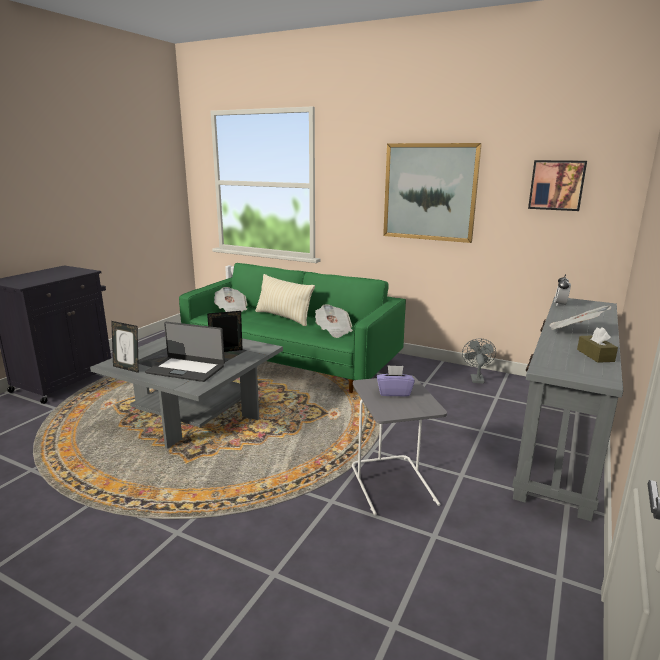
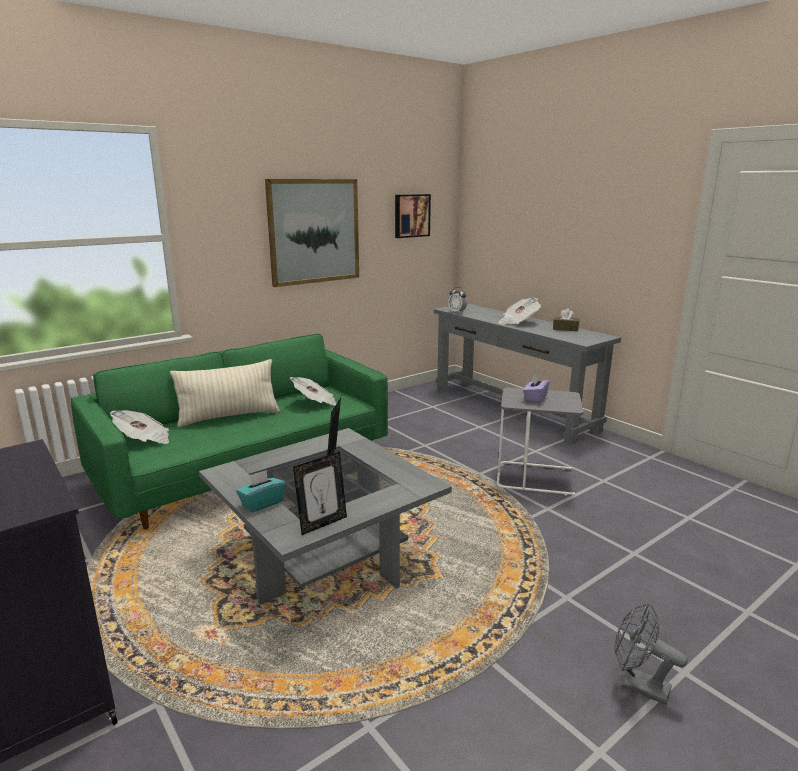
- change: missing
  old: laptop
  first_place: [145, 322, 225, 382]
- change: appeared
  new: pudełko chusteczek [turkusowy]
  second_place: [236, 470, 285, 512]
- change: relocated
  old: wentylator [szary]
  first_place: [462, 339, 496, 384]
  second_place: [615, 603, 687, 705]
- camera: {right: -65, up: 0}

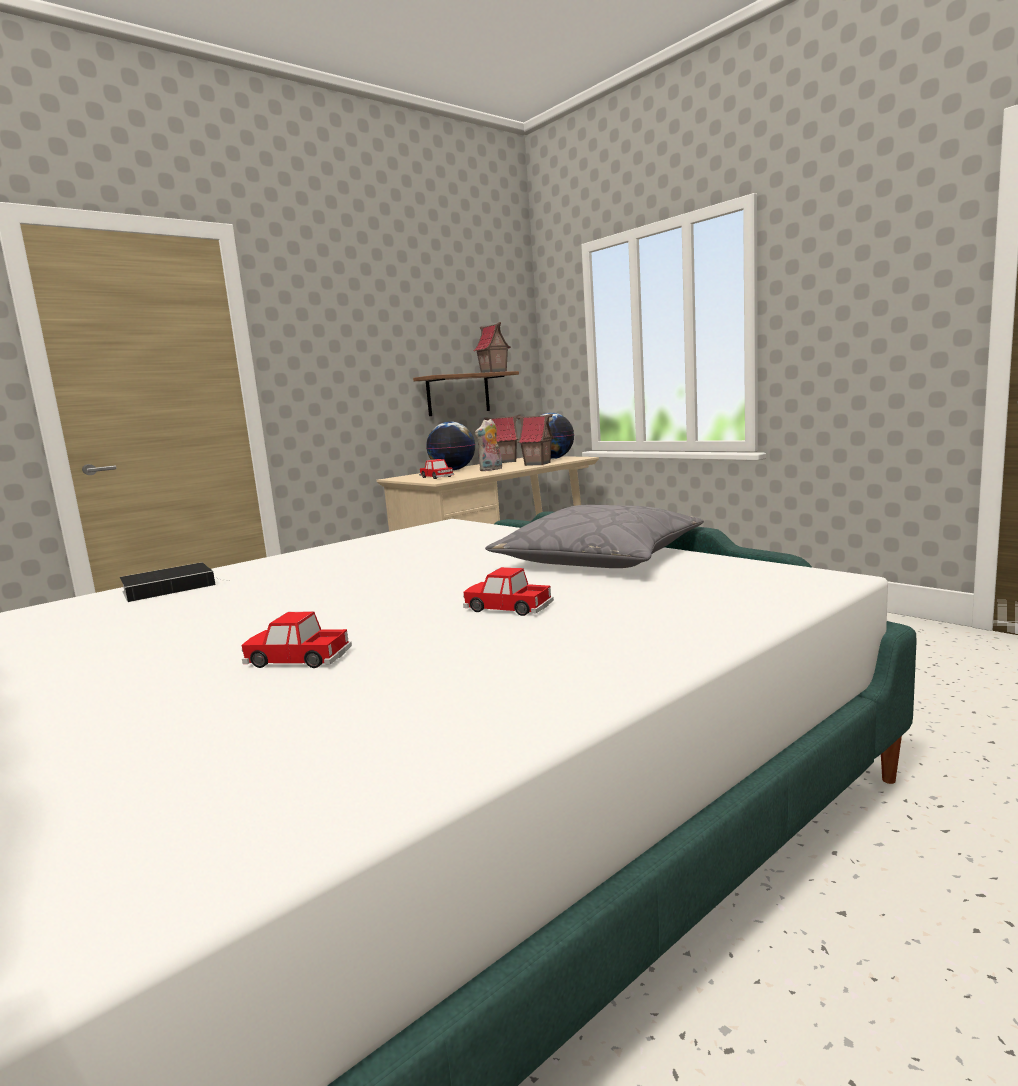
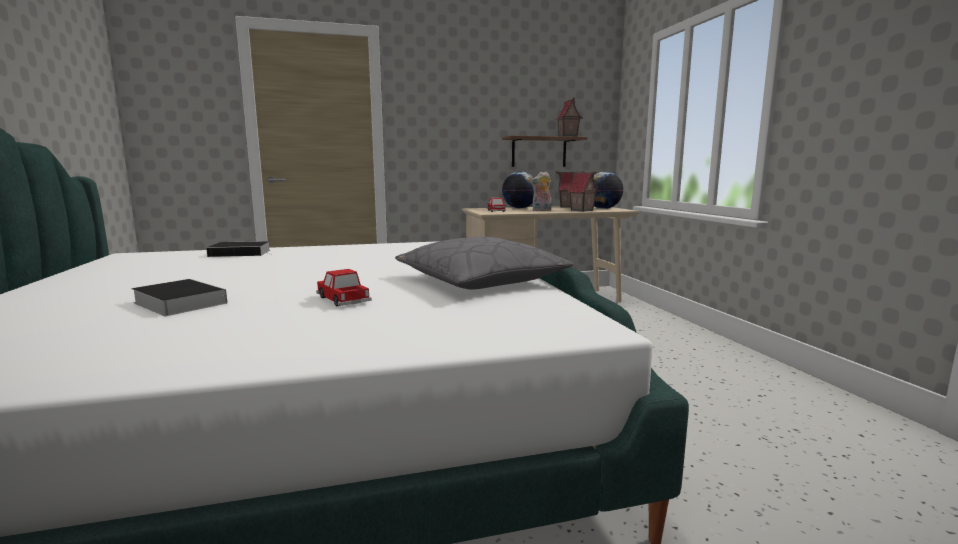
- change: exchanged
  old: samochodzik
  new: książka
  first_place: [242, 611, 352, 668]
  second_place: [131, 279, 227, 316]
- camera: {right: 25, up: 0}

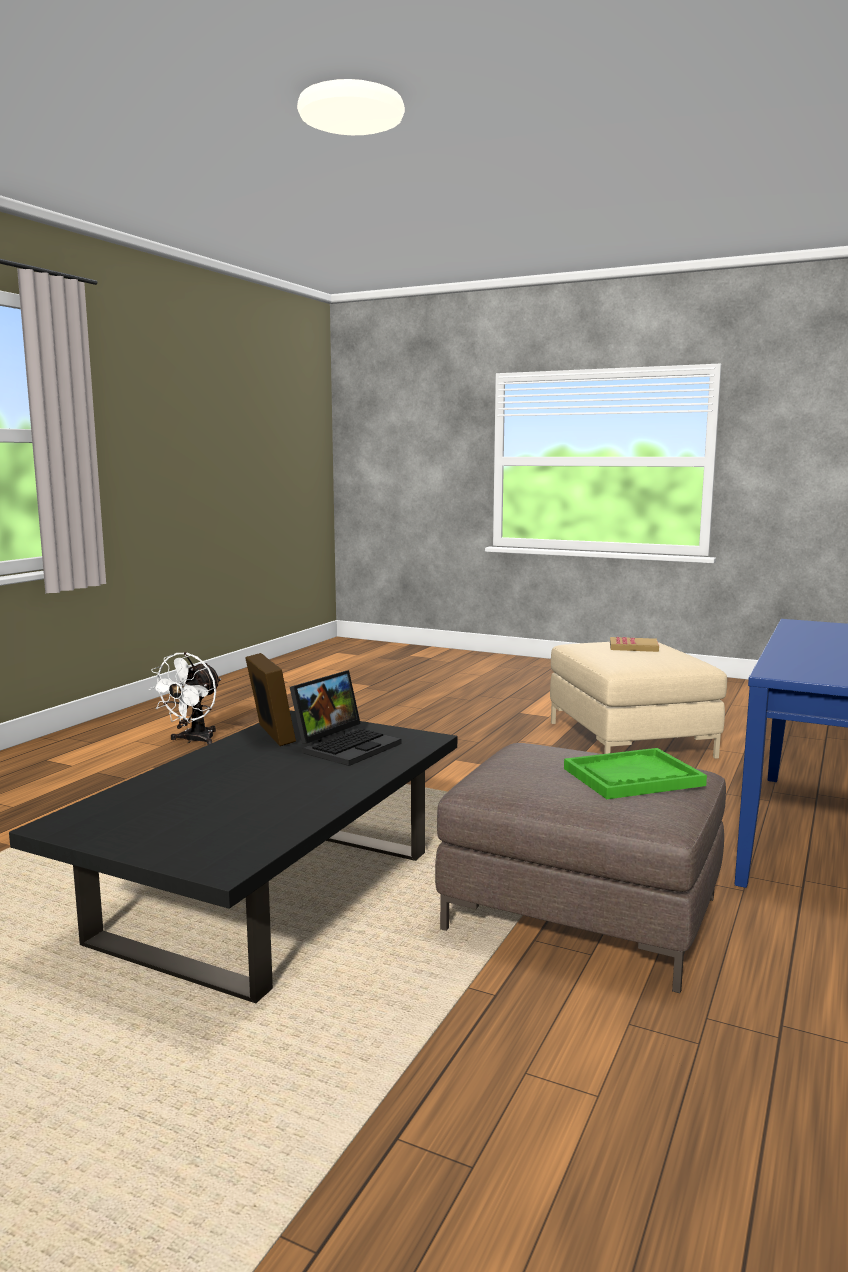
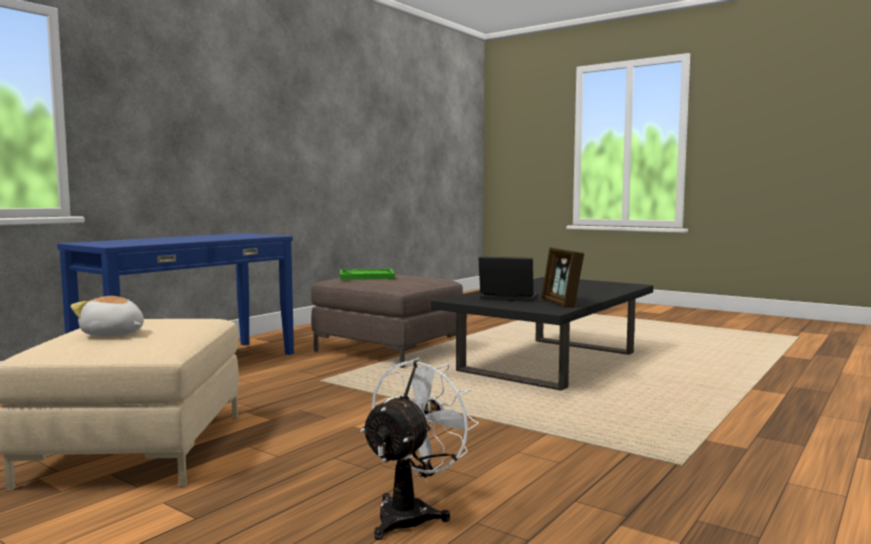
- change: relocated
  old: wentylator [biały]
  first_place: [148, 652, 221, 745]
  second_place: [360, 358, 479, 540]
- change: exchanged
  old: książka
  new: pluszak
  first_place: [610, 637, 659, 652]
  second_place: [70, 296, 144, 336]
- change: spun
  old: laptop
  first_place: [290, 670, 401, 766]
  second_place: [478, 256, 538, 302]
  degrees: 60
- camera: {right: -170, up: -5}

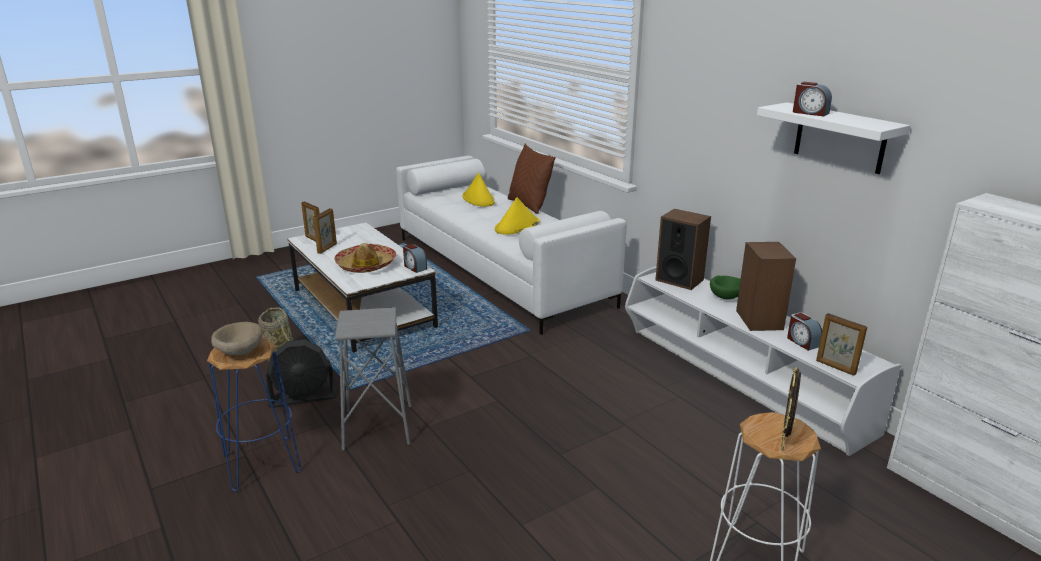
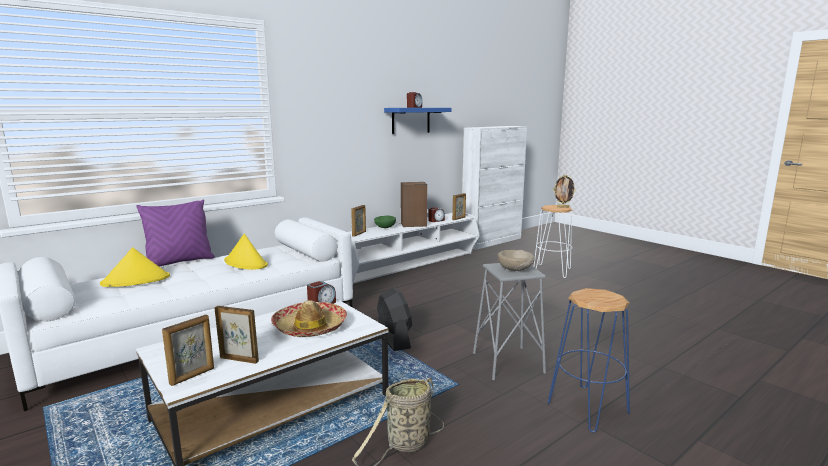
- change: relocated
  old: miska [beżowy]
  first_place: [211, 322, 263, 355]
  second_place: [497, 250, 535, 271]
- change: relocated
  old: wentylator [czarny]
  first_place: [266, 339, 337, 408]
  second_place: [377, 287, 412, 351]
- change: exchanged
  old: głośnik
  new: ramka na zdjęcie
  first_place: [655, 209, 711, 290]
  second_place: [351, 205, 366, 237]
- change: colour
  old: poduszka [brązowy]
  new: poduszka [fioletowy]
  first_place: [508, 144, 556, 214]
  second_place: [136, 199, 215, 267]
- change: colour
  old: półka [biały]
  new: półka [niebieski]
  first_place: [757, 102, 910, 174]
  second_place: [384, 108, 451, 134]
- camera: {right: -95, up: -10}

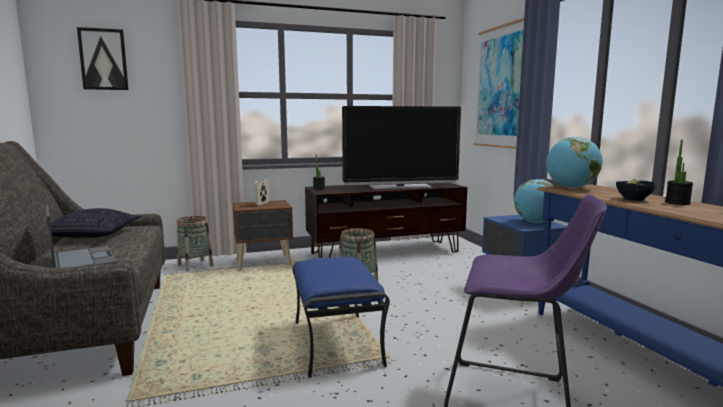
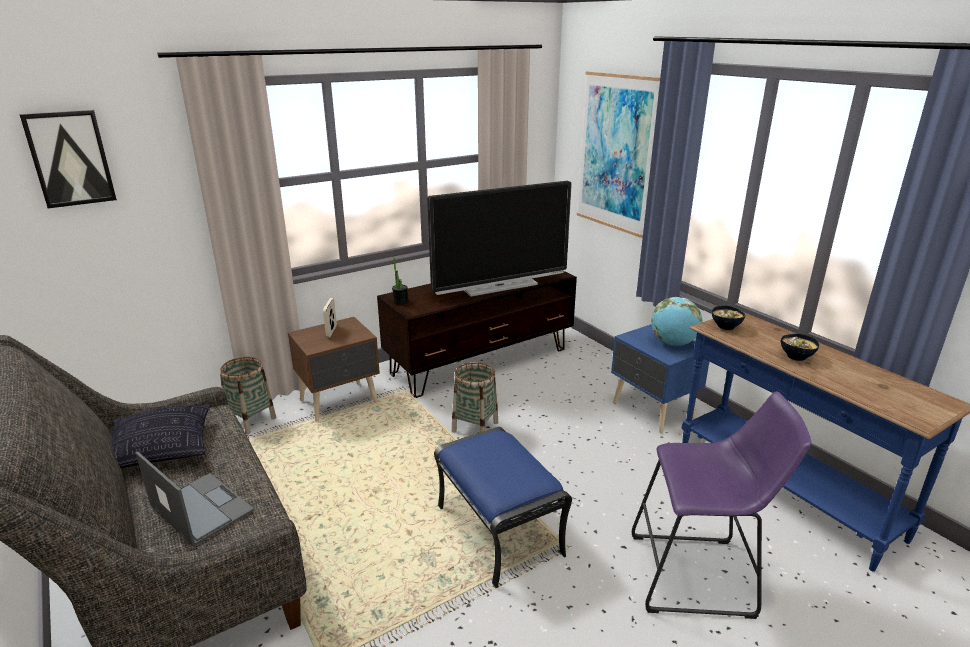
- change: missing
  old: roślina doniczkowa
  first_place: [665, 140, 693, 205]
- change: exchanged
  old: globus
  new: miska
  first_place: [546, 137, 602, 189]
  second_place: [712, 305, 746, 330]
- camera: {right: -15, up: 15}

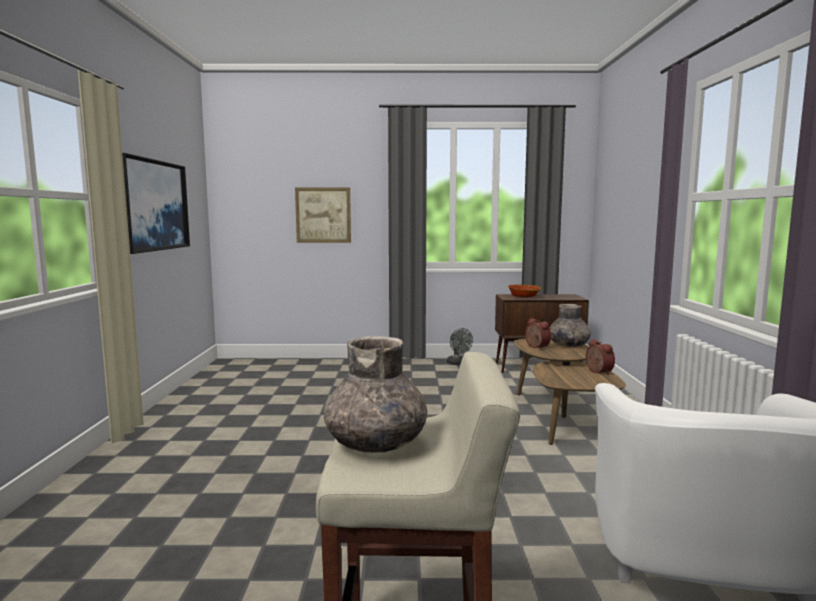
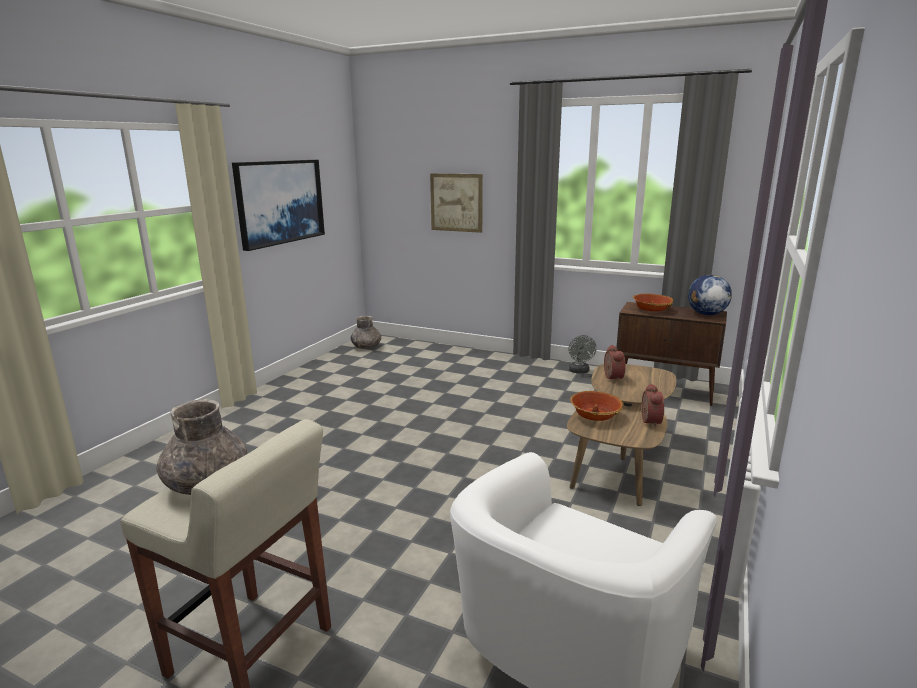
- change: appeared
  new: miska
  second_place: [570, 391, 623, 421]
- change: appeared
  new: globus
  second_place: [688, 275, 732, 315]
- change: relocated
  old: wazon [szary]
  first_place: [550, 304, 591, 347]
  second_place: [350, 316, 381, 349]
- camera: {right: 25, up: 10}

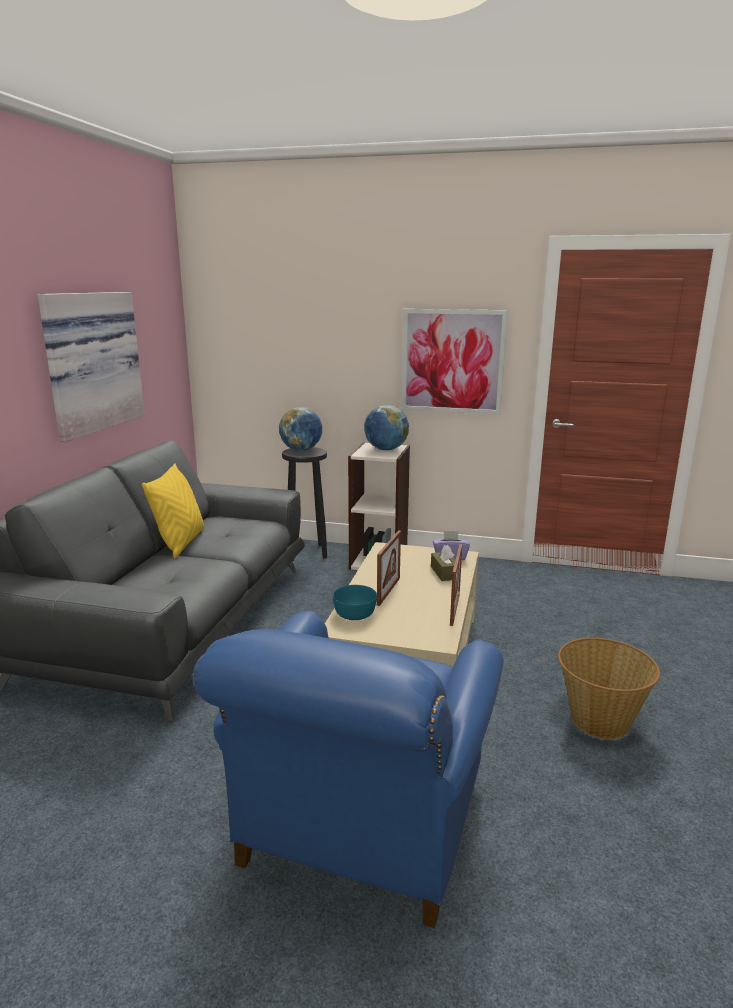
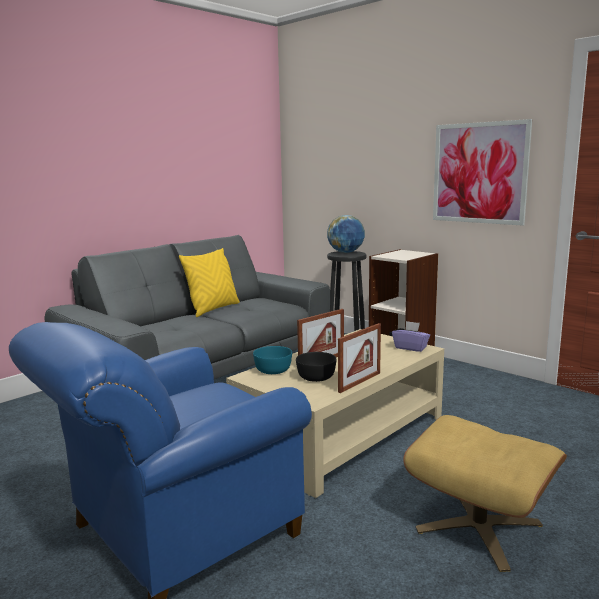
- change: missing
  old: obraz
  first_place: [38, 292, 145, 442]
- change: missing
  old: globus
  first_place: [364, 405, 409, 450]
- change: missing
  old: pudełko chusteczek [brązowy]
  first_place: [431, 545, 455, 581]
- change: appeared
  new: miska [czarny]
  second_place: [296, 352, 336, 382]
- change: exchanged
  old: koszyk
  new: pufa [beżowy]
  first_place: [558, 638, 660, 739]
  second_place: [403, 415, 567, 572]
- camera: {right: 30, up: -5}

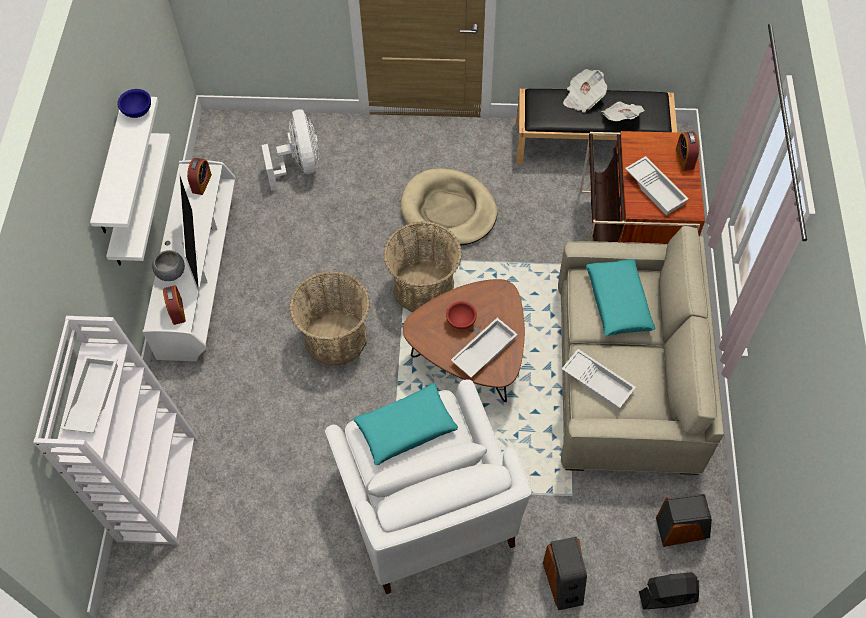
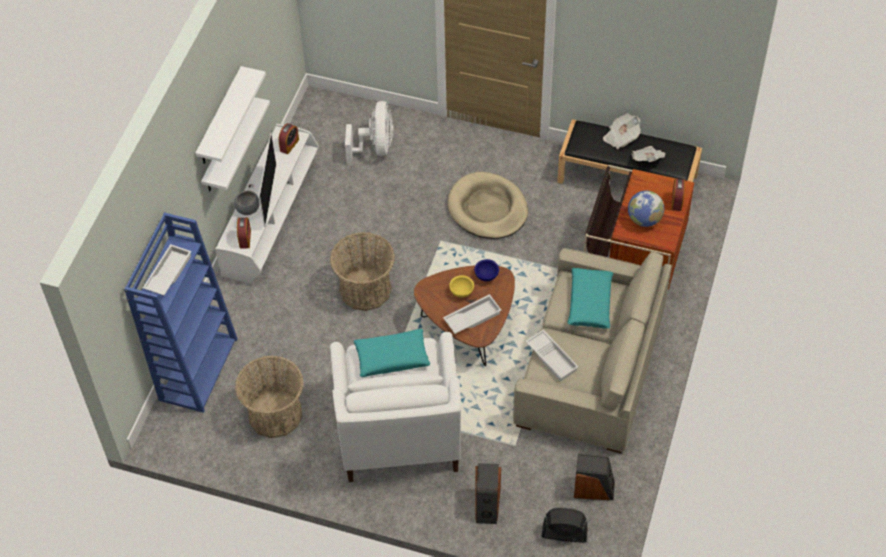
- change: relocated
  old: miska [niebieski]
  first_place: [117, 89, 151, 118]
  second_place: [474, 259, 499, 281]
- change: relocated
  old: koszyk
  first_place: [384, 221, 462, 313]
  second_place: [235, 356, 304, 438]
- change: exchanged
  old: taca [biały]
  new: globus
  first_place: [625, 156, 688, 215]
  second_place: [628, 191, 664, 227]
- change: colour
  old: regał [biały]
  new: regał [niebieski]
  first_place: [33, 316, 197, 545]
  second_place: [124, 212, 238, 413]
- change: colour
  old: miska [czerwony]
  new: miska [żółty]
  first_place: [446, 301, 477, 329]
  second_place: [449, 275, 474, 298]
- camera: {right: 15, up: -5}

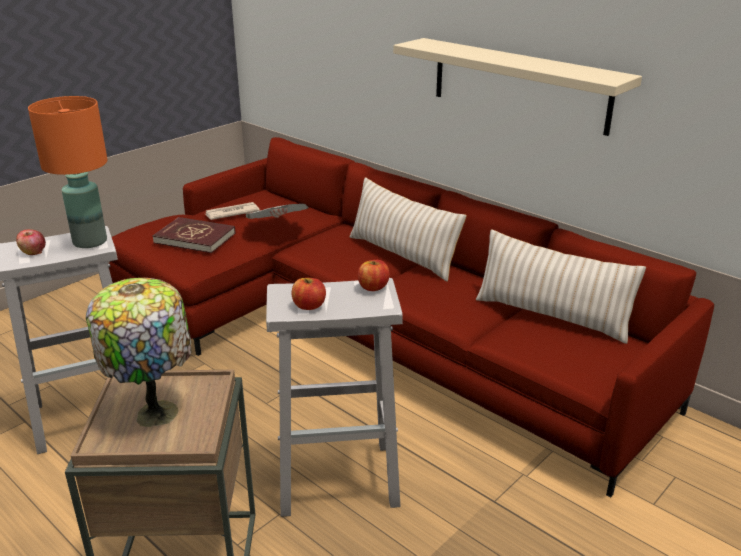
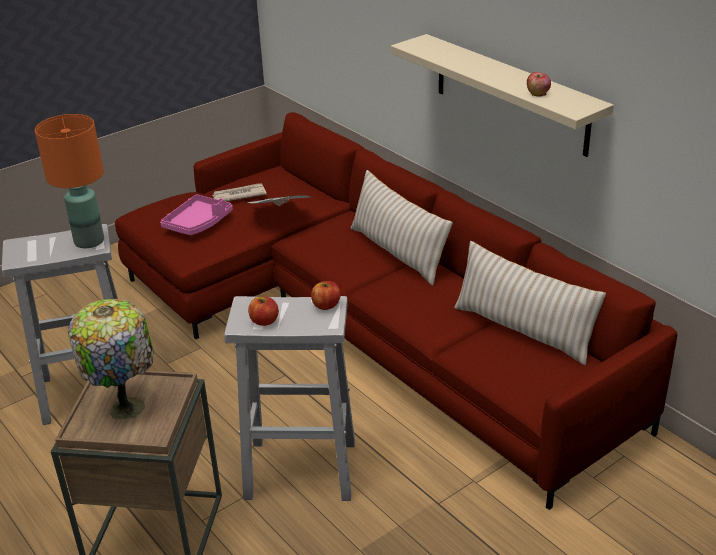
- change: relocated
  old: jabłko
  first_place: [16, 229, 46, 255]
  second_place: [527, 72, 551, 97]
- change: exchanged
  old: książka [czerwony]
  new: taca [różowy]
  first_place: [152, 217, 235, 253]
  second_place: [160, 194, 233, 235]
- camera: {right: 10, up: 5}

